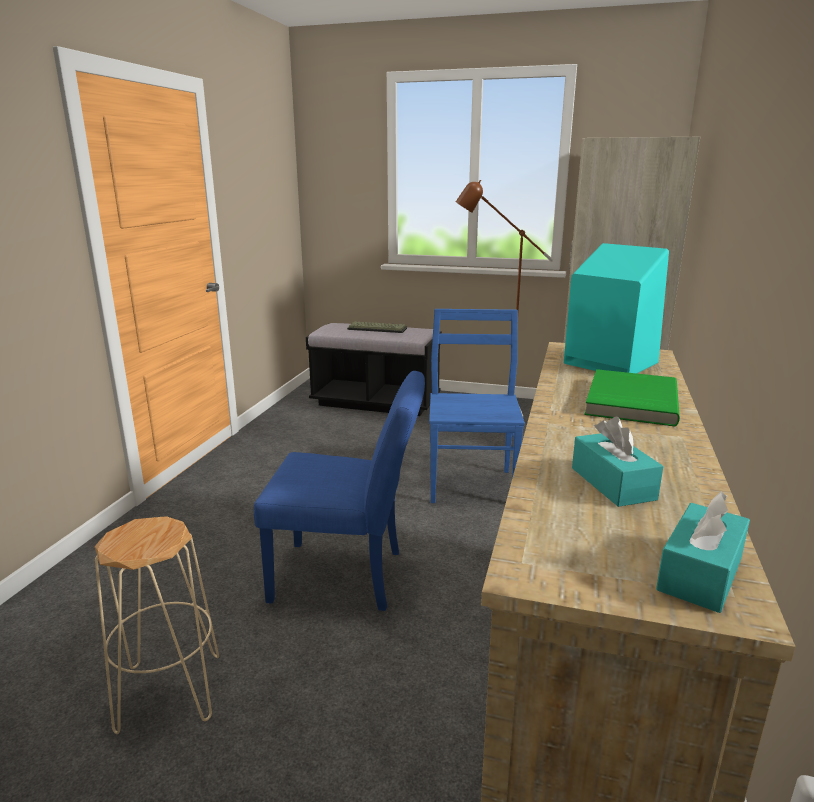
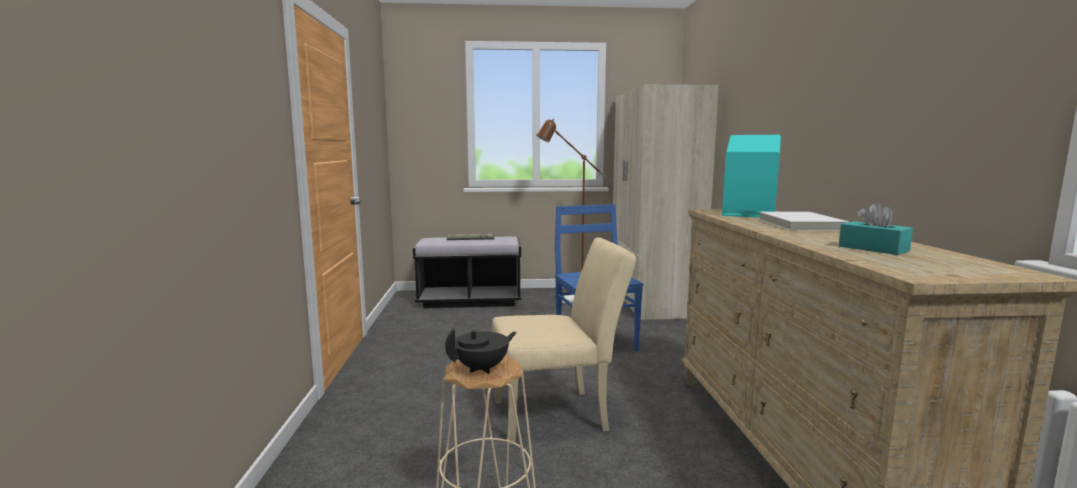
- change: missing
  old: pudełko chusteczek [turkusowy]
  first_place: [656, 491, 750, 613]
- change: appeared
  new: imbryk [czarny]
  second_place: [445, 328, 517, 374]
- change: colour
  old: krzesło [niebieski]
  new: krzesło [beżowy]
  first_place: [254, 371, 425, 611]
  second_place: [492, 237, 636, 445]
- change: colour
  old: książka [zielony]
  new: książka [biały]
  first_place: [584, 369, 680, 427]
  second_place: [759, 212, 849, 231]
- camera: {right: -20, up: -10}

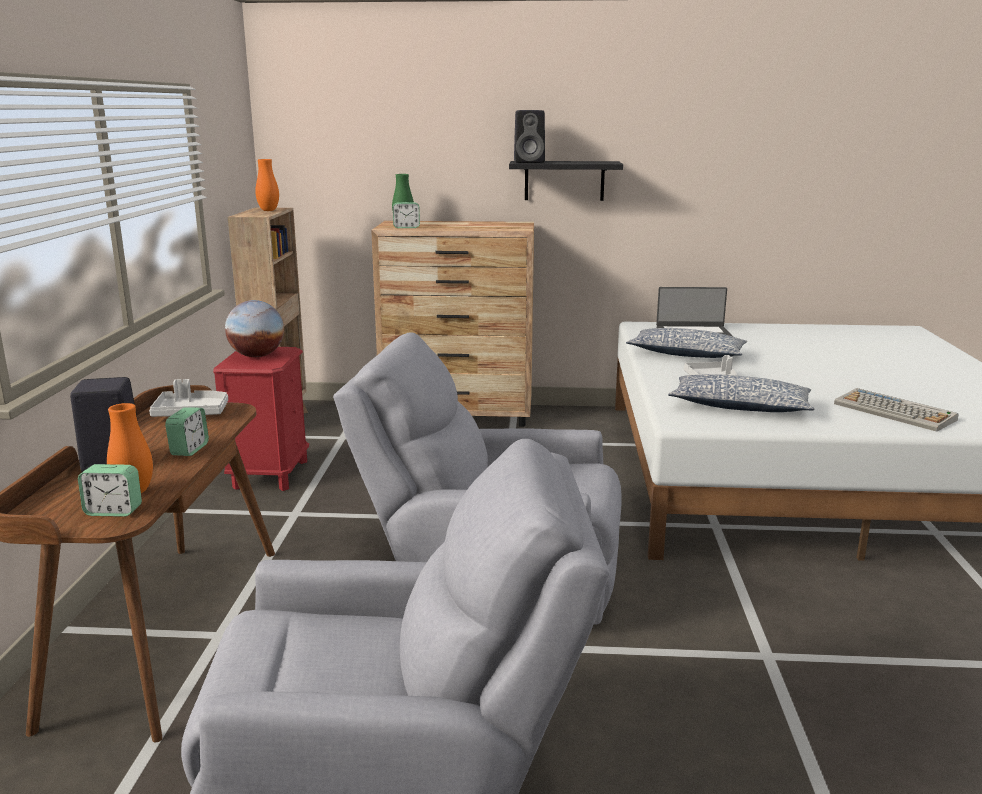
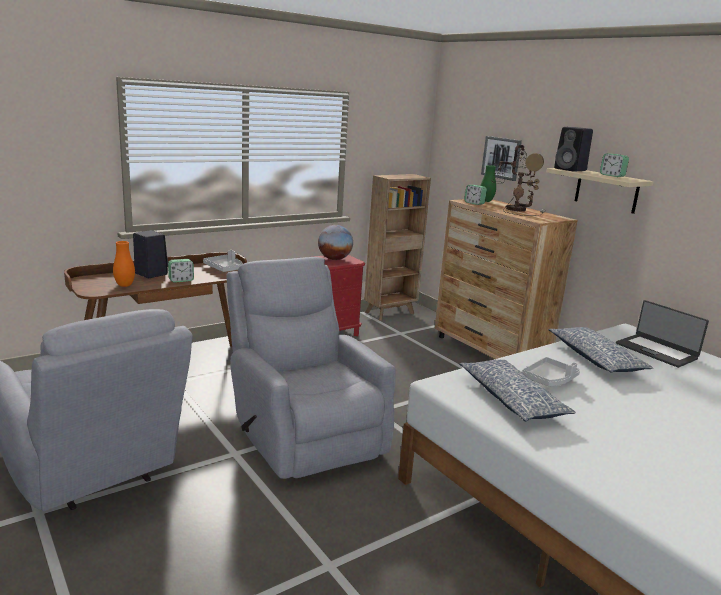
- change: missing
  old: wazon [pomarańczowy]
  first_place: [255, 159, 279, 211]
- change: missing
  old: klawiatura
  first_place: [834, 388, 959, 432]
- change: appeared
  new: obraz
  second_place: [481, 136, 522, 181]
- change: appeared
  new: lampa stołowa
  second_place: [492, 145, 545, 216]
- change: relocated
  old: budzik
  first_place: [78, 464, 142, 517]
  second_place: [600, 153, 629, 177]
- change: colour
  old: półka [czarny]
  new: półka [beżowy]
  first_place: [509, 161, 623, 201]
  second_place: [547, 168, 654, 214]
- camera: {right: 50, up: 0}

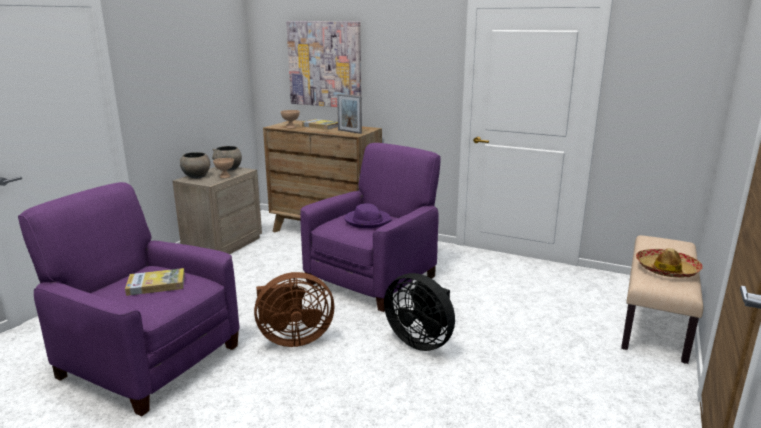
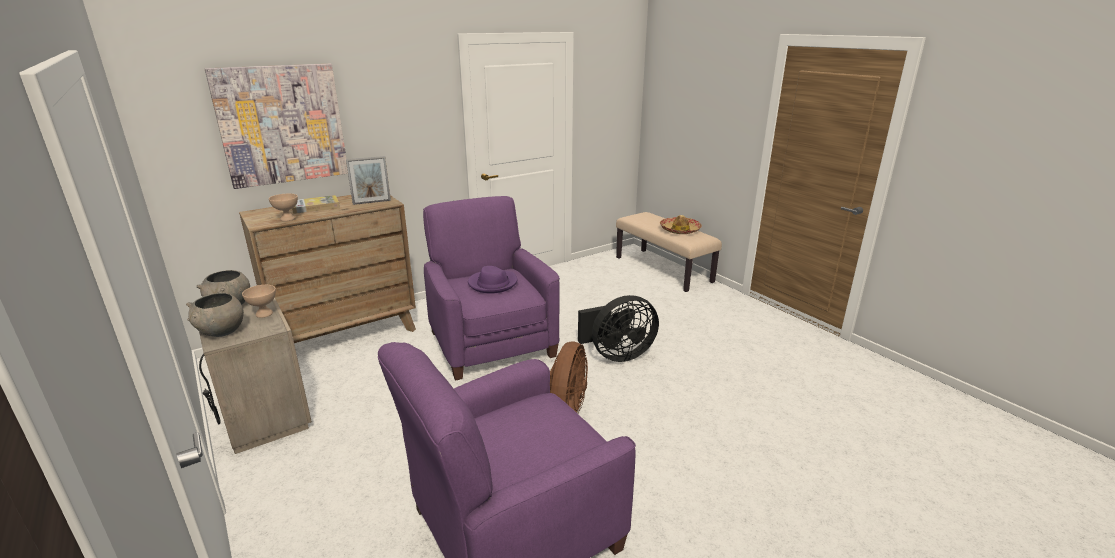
- change: missing
  old: książka
  first_place: [125, 268, 185, 296]
- camera: {right: -60, up: 5}

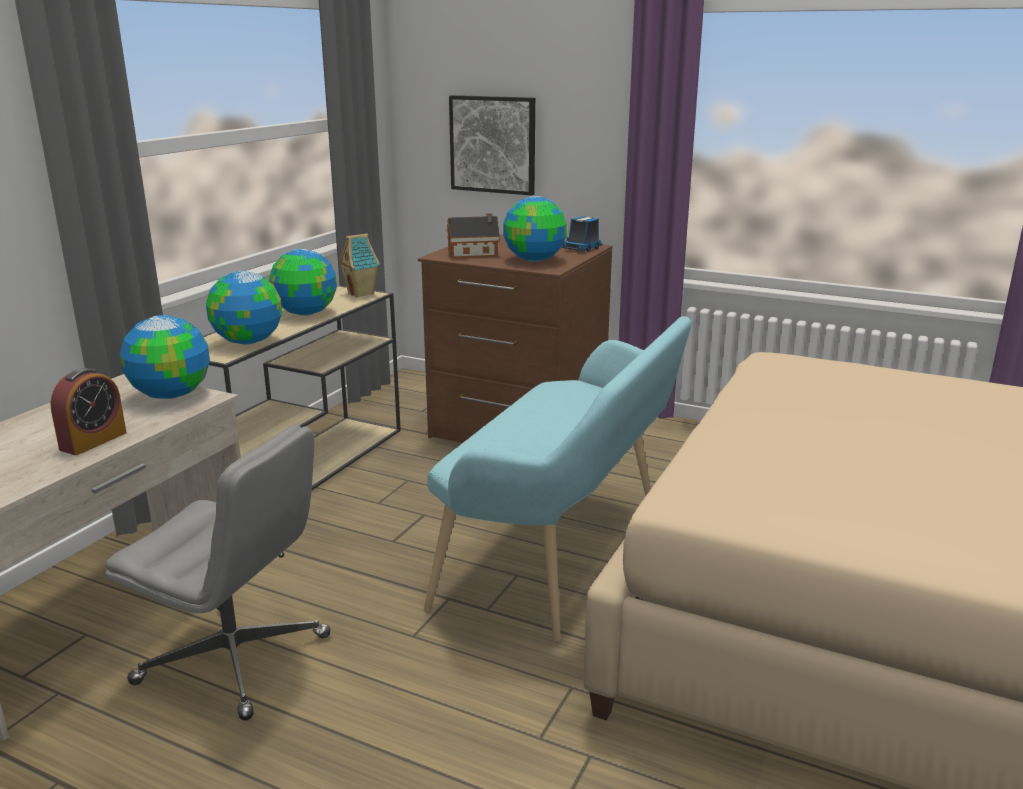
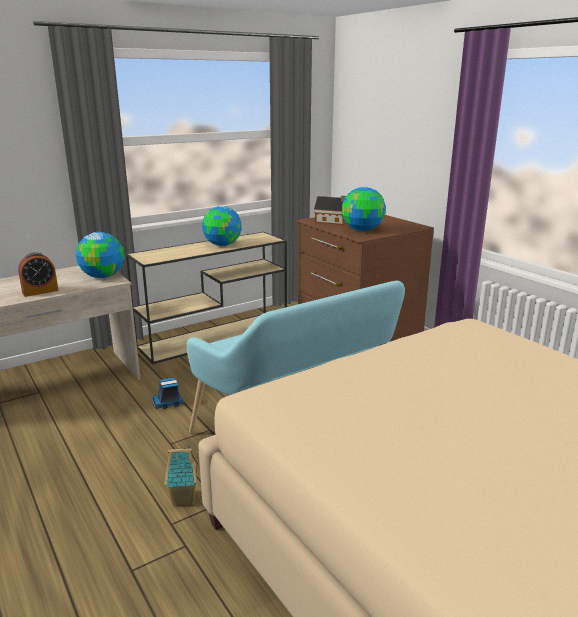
- change: missing
  old: krzesło biurowe [szary]
  first_place: [105, 424, 331, 720]
- change: missing
  old: globus
  first_place: [206, 271, 282, 345]
- change: missing
  old: obraz
  first_place: [449, 95, 535, 196]
- change: relocated
  old: domek
  first_place: [338, 233, 380, 297]
  second_place: [165, 445, 199, 506]
- change: relocated
  old: ciężarówka zabawkowa
  first_place: [562, 216, 603, 252]
  second_place: [152, 377, 184, 409]
- camera: {right: 30, up: 0}

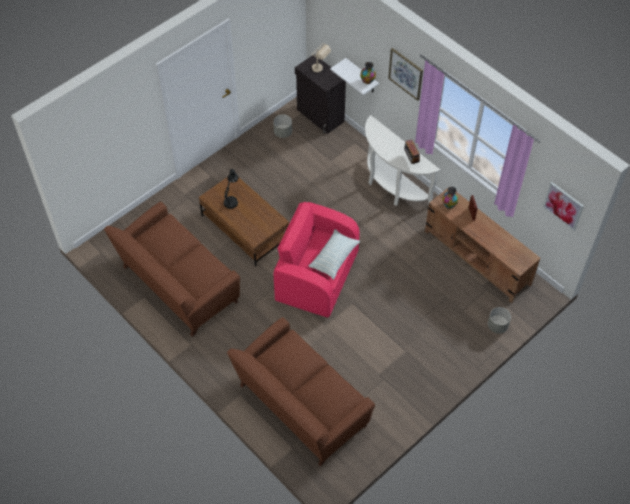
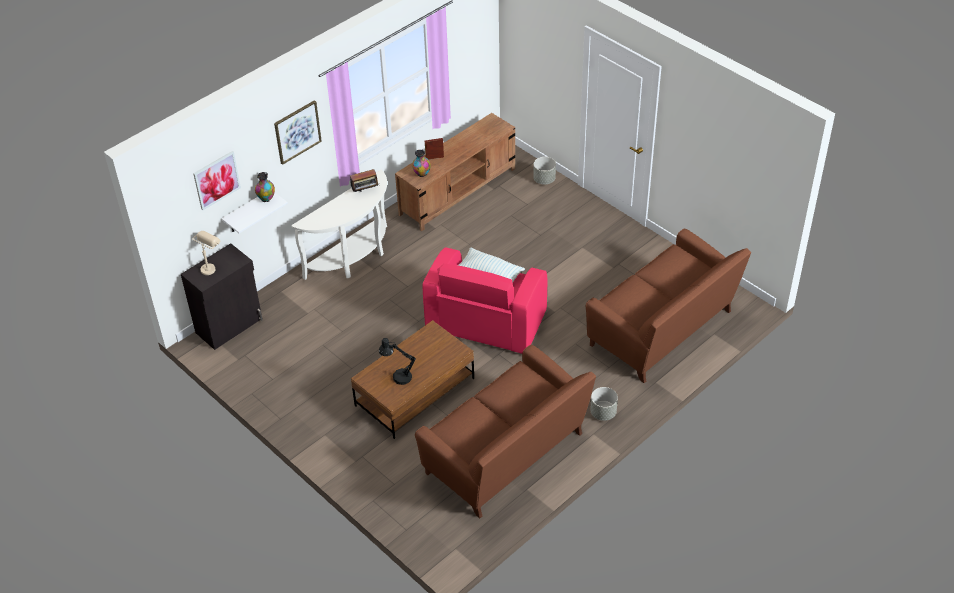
- change: relocated
  old: donica [szary]
  first_place: [273, 114, 292, 138]
  second_place: [590, 387, 618, 421]
- change: relocated
  old: obraz
  first_place: [543, 182, 584, 230]
  second_place: [193, 151, 241, 210]
- camera: {right: -90, up: -10}

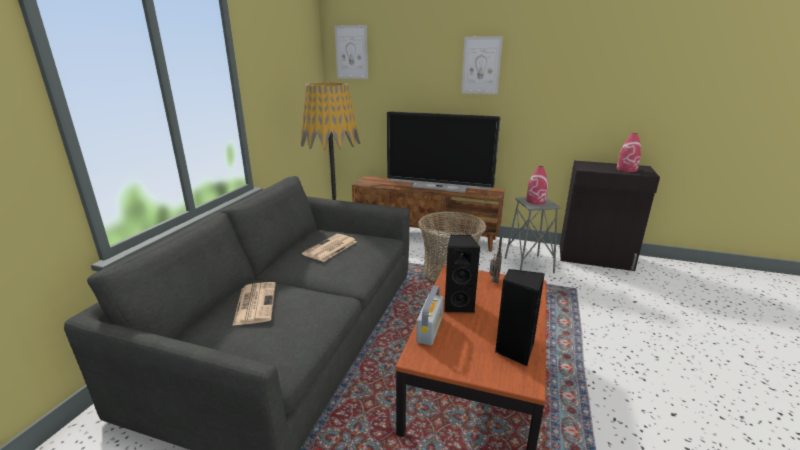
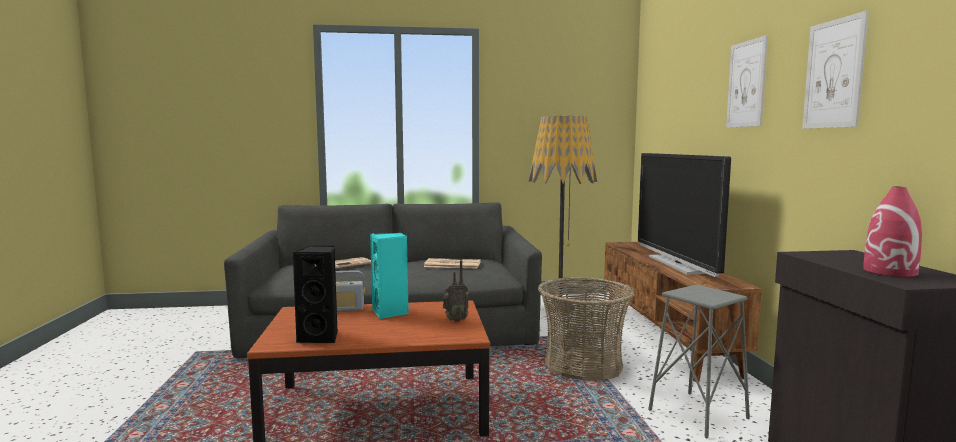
- change: missing
  old: wazon [czerwony]
  first_place: [526, 166, 548, 205]
- change: relocated
  old: obraz
  first_place: [334, 25, 368, 79]
  second_place: [802, 11, 869, 129]
- change: colour
  old: głośnik [czarny]
  new: głośnik [turkusowy]
  first_place: [444, 235, 480, 313]
  second_place: [370, 233, 409, 319]
- camera: {right: 65, up: -15}

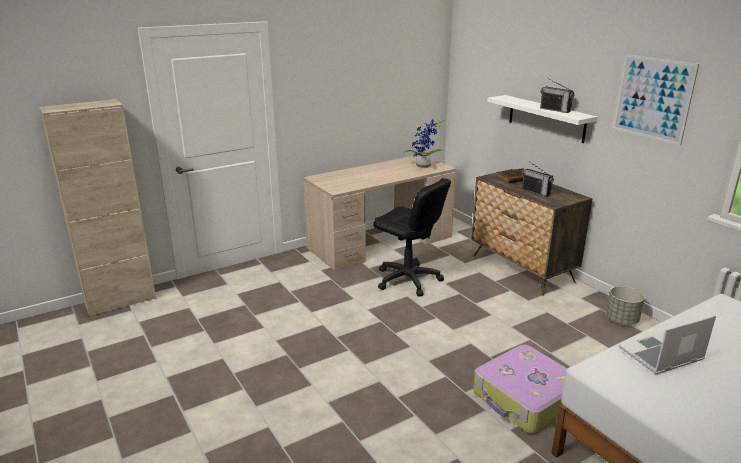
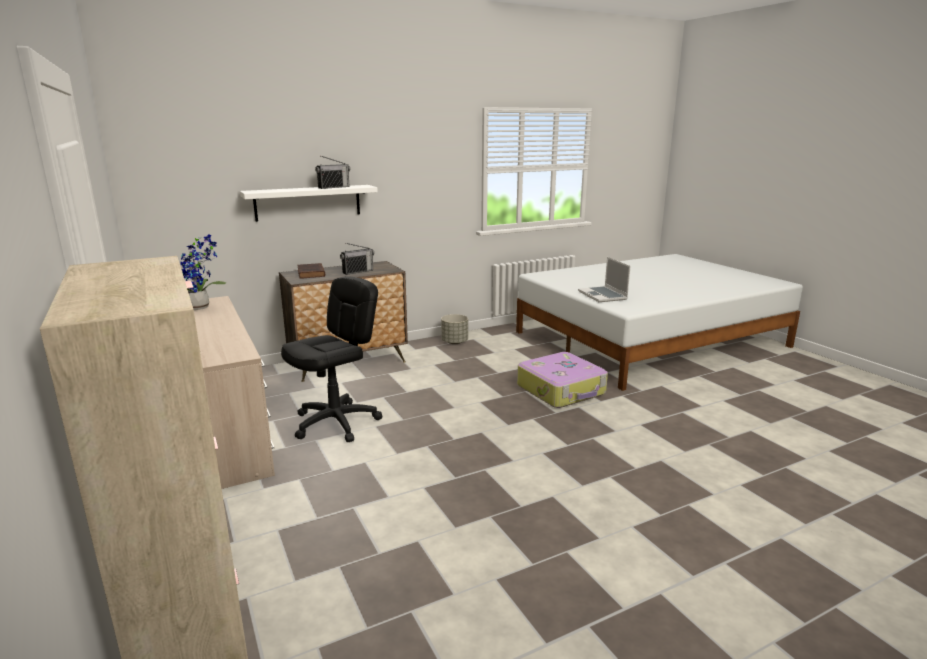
- change: missing
  old: obraz
  first_place: [613, 54, 699, 145]
- camera: {right: -85, up: -5}

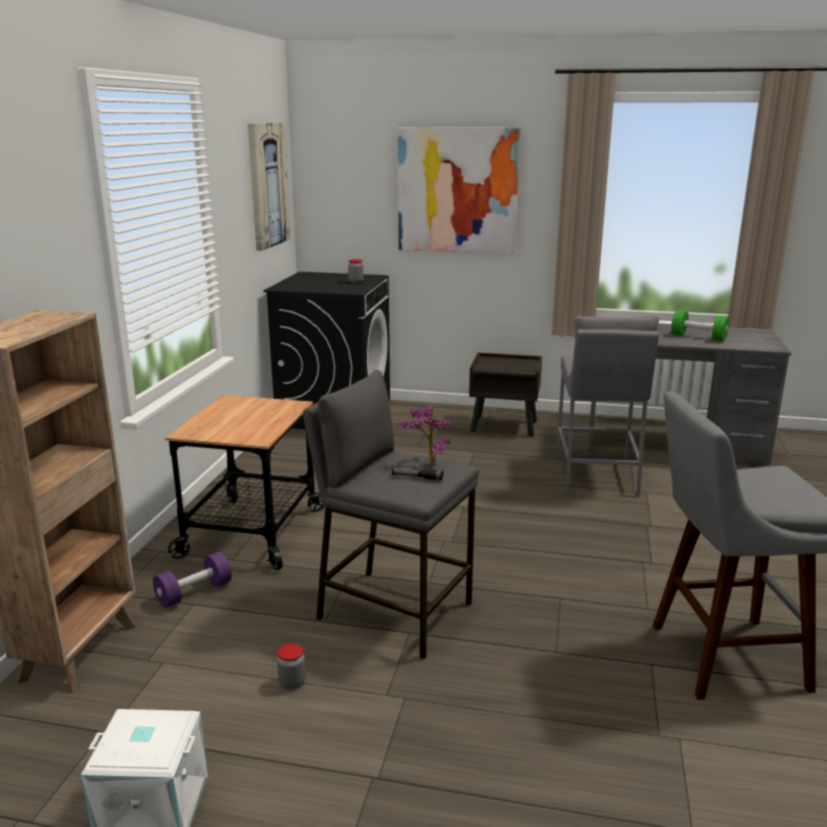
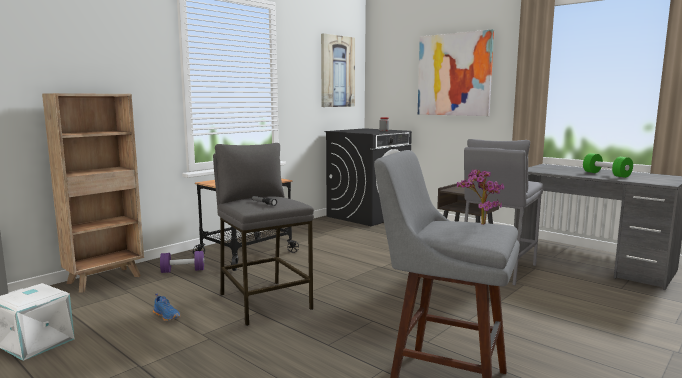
- change: relocated
  old: roślina doniczkowa
  first_place: [400, 405, 452, 464]
  second_place: [457, 169, 504, 225]
- change: exchanged
  old: słoik
  new: but [niebieski]
  first_place: [277, 643, 306, 690]
  second_place: [153, 294, 180, 321]
- camera: {right: 30, up: -10}

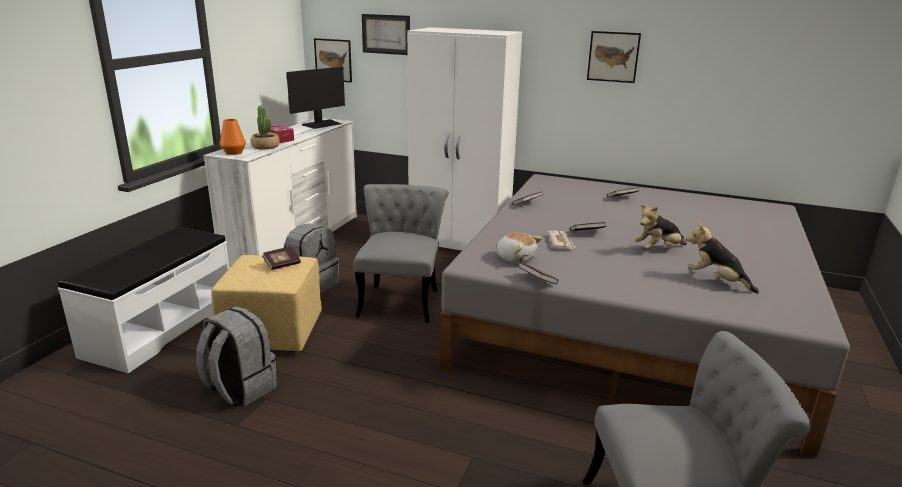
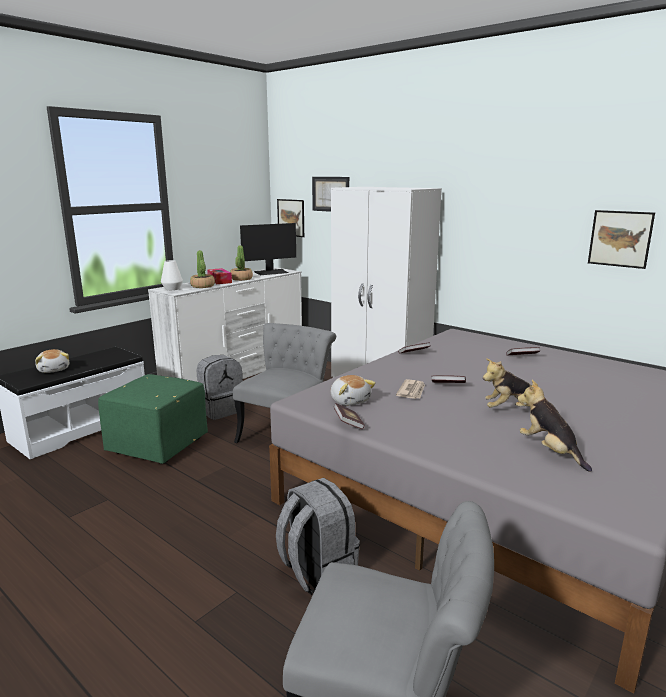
- change: missing
  old: książka
  first_place: [262, 246, 301, 270]
- change: appeared
  new: pluszak
  second_place: [35, 349, 69, 373]
- change: appeared
  new: roślina doniczkowa
  second_place: [230, 245, 253, 281]
- change: relocated
  old: plecak [szary]
  first_place: [196, 306, 277, 407]
  second_place: [276, 478, 360, 595]
- change: relocated
  old: obraz
  first_place: [587, 31, 641, 83]
  second_place: [588, 210, 655, 269]
- change: colour
  old: pufa [żółty]
  new: pufa [zielony]
  first_place: [211, 255, 322, 352]
  second_place: [98, 374, 208, 464]
- change: colour
  old: wazon [pomarańczowy]
  new: wazon [biały]
  first_place: [220, 119, 246, 155]
  second_place: [161, 260, 183, 290]
- camera: {right: 20, up: -5}

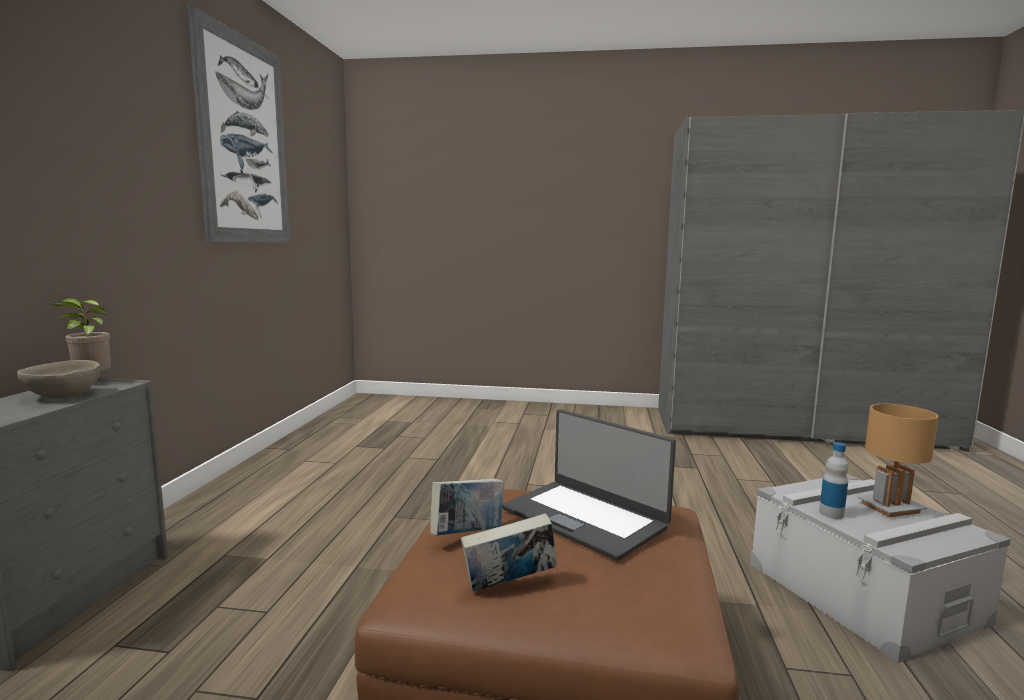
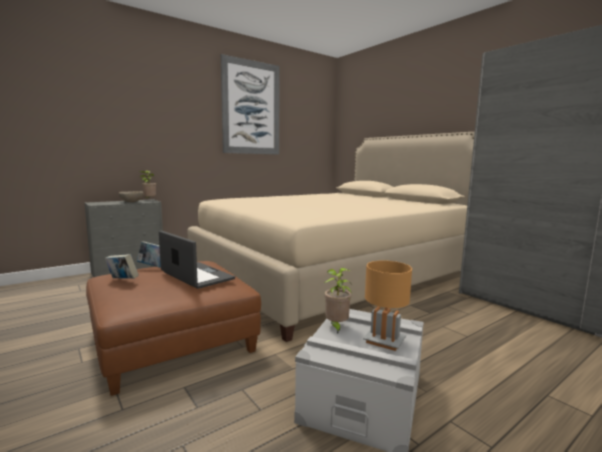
- change: appeared
  new: łóżko [beżowy]
  second_place: [187, 132, 475, 342]
- change: exchanged
  old: butelka
  new: roślina doniczkowa
  first_place: [819, 442, 849, 519]
  second_place: [324, 268, 352, 334]
- change: spun
  old: laptop
  first_place: [502, 409, 676, 561]
  second_place: [159, 231, 235, 289]
  degrees: 135
- camera: {right: 45, up: 0}

